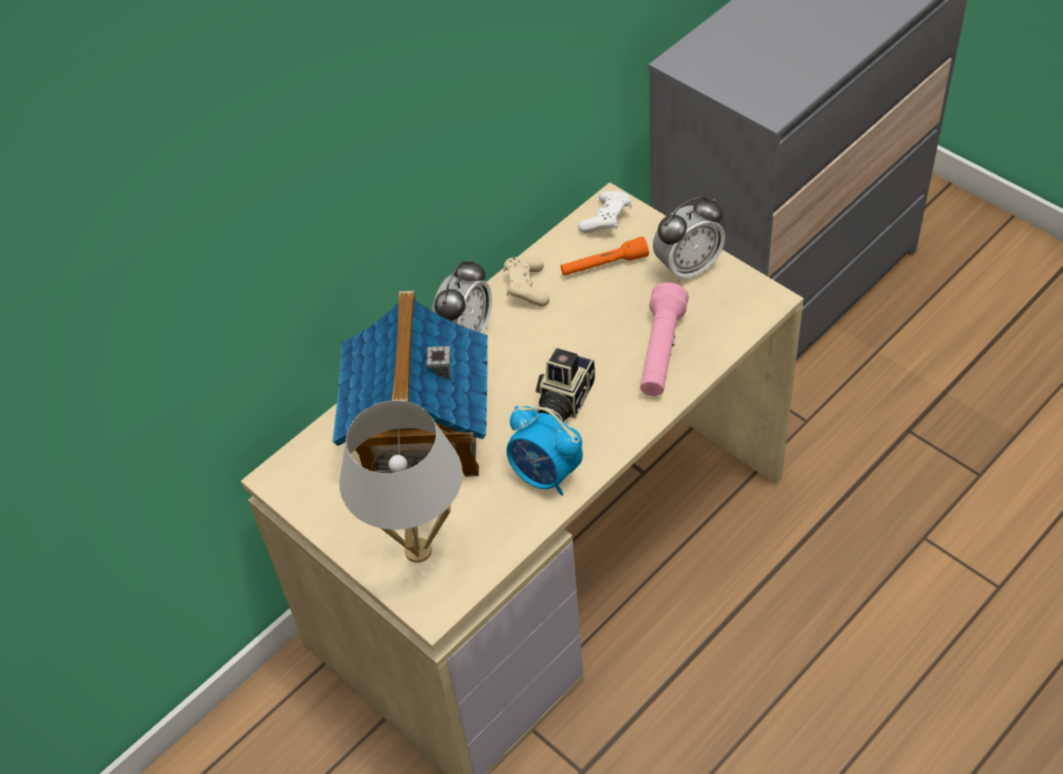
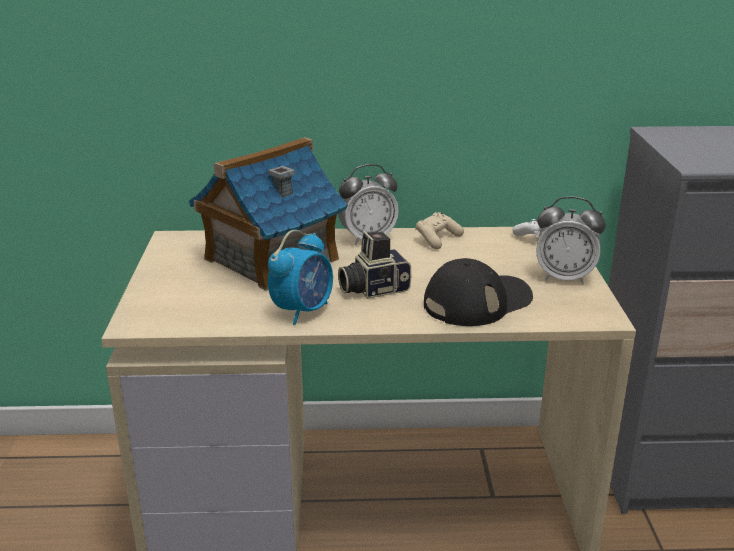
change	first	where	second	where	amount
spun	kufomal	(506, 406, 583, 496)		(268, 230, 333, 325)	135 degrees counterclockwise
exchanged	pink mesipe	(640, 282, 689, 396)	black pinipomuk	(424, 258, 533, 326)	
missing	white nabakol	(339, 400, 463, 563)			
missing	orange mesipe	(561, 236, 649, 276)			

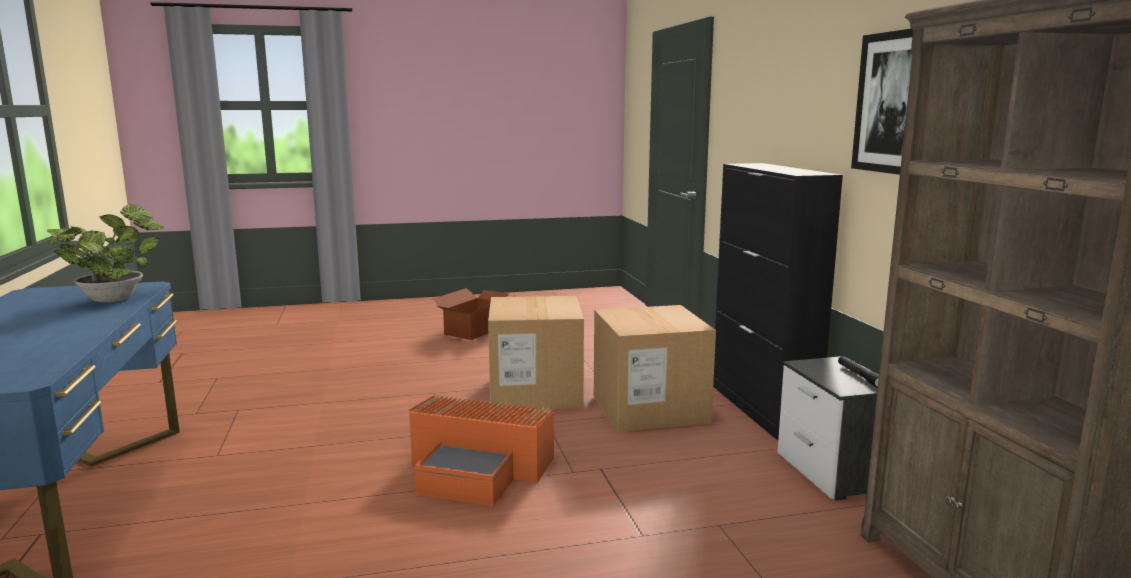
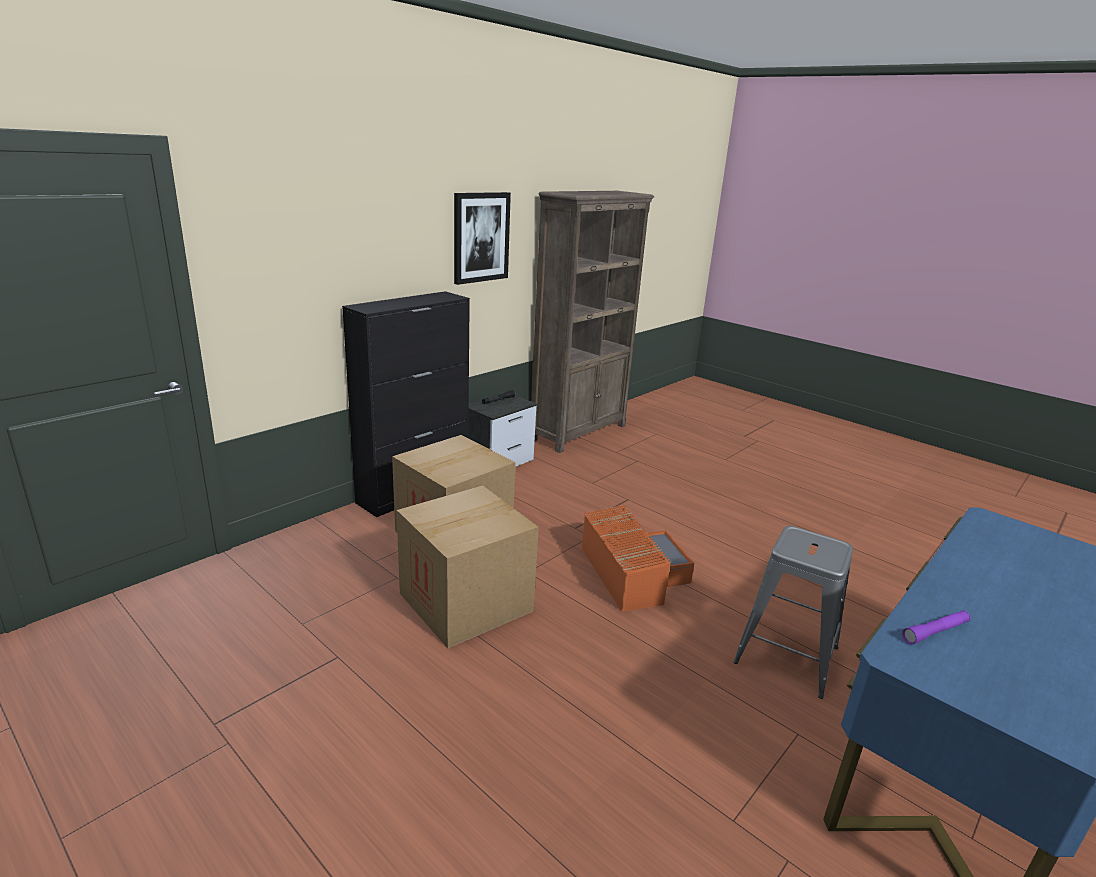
change	first	where	second	where	amount
appeared			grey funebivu	(733, 526, 853, 699)	
exchanged	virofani	(47, 204, 164, 303)	purple mesipe	(902, 610, 970, 644)	
missing	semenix	(432, 288, 514, 340)			

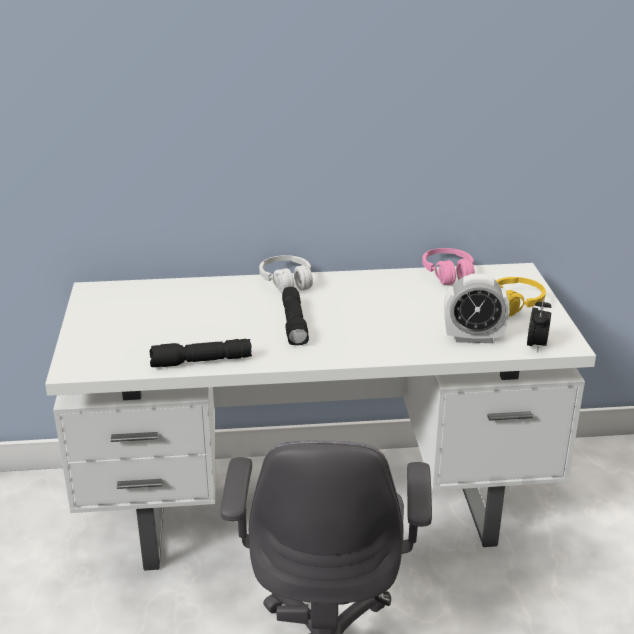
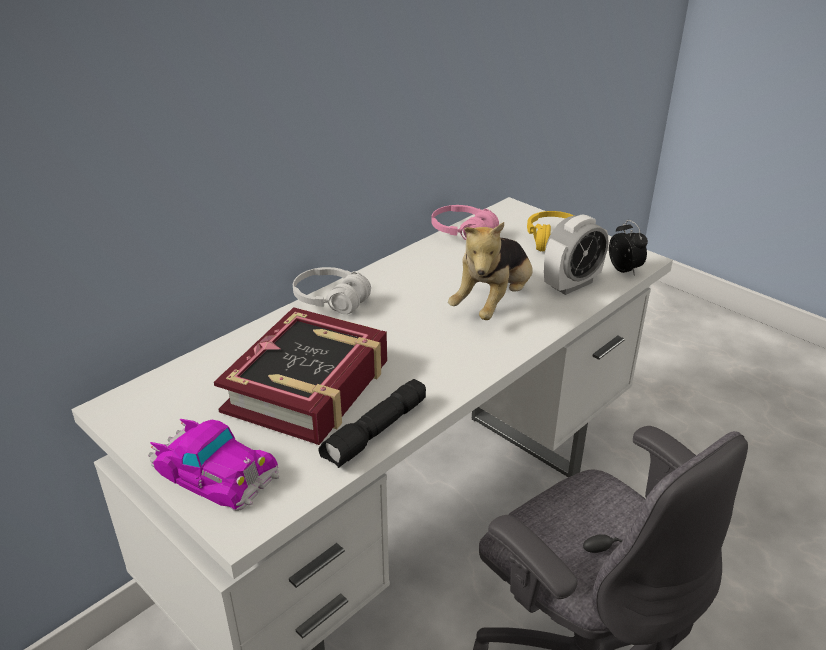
change	first	where	second	where	amount
appeared			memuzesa	(148, 419, 279, 511)	
appeared			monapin	(214, 307, 387, 445)	
appeared			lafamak	(448, 222, 533, 320)	
missing	black mesipe	(282, 287, 309, 345)			

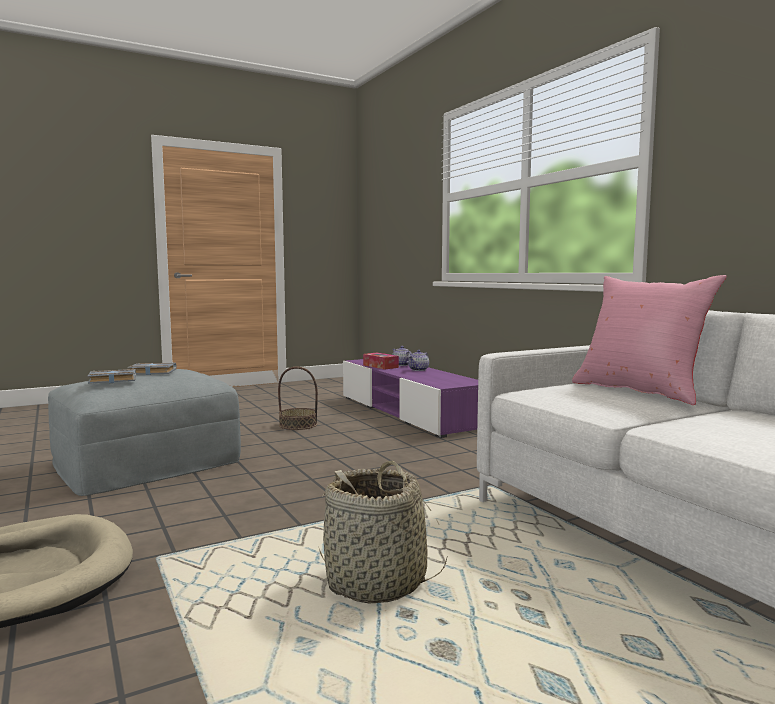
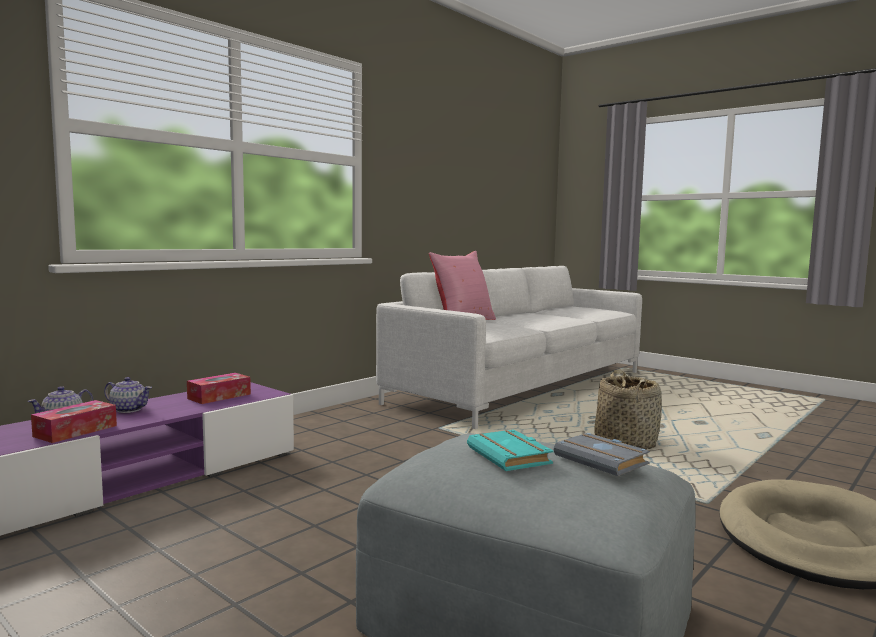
change	first	where	second	where	amount
appeared			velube	(187, 373, 251, 404)	
colour	grey monapin	(127, 363, 176, 375)	turquoise monapin	(467, 430, 554, 471)	
missing	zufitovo	(278, 367, 318, 430)			

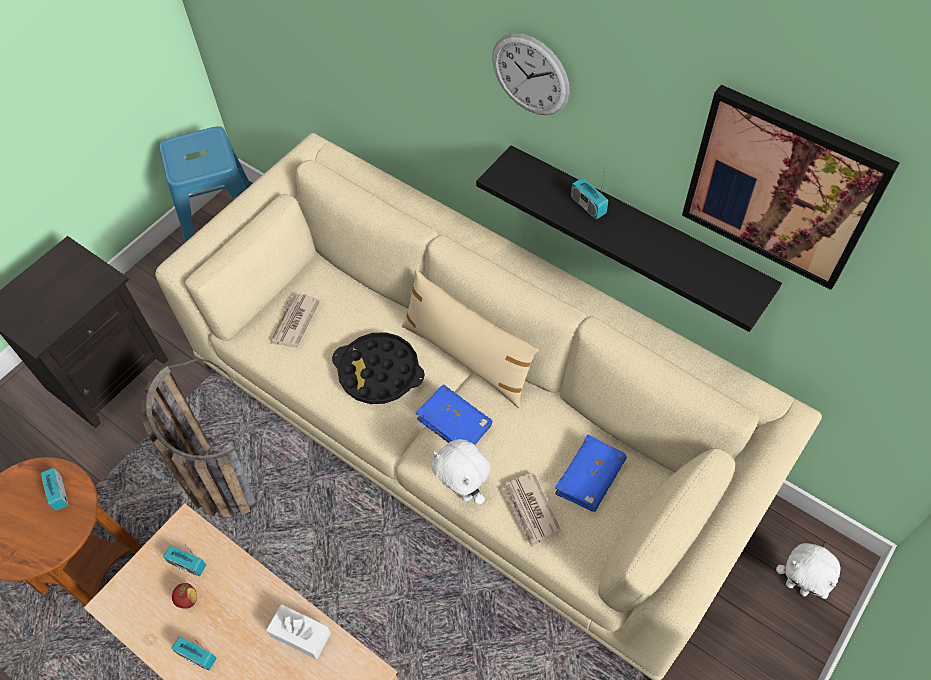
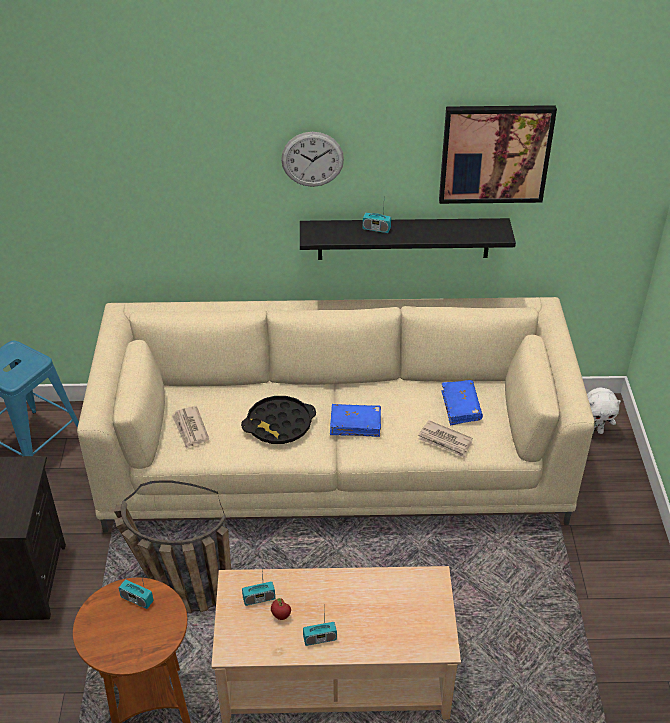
change	first	where	second	where	amount
missing	white velube	(266, 604, 331, 659)			
missing	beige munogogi	(402, 270, 539, 408)			
missing	white lafamak	(431, 439, 490, 505)			

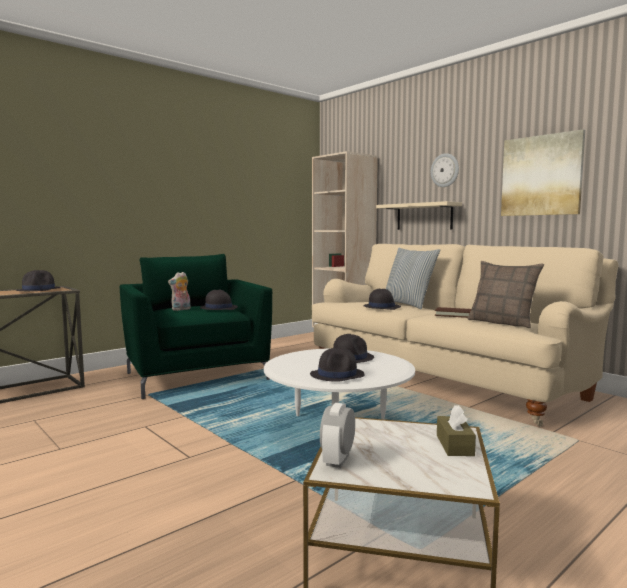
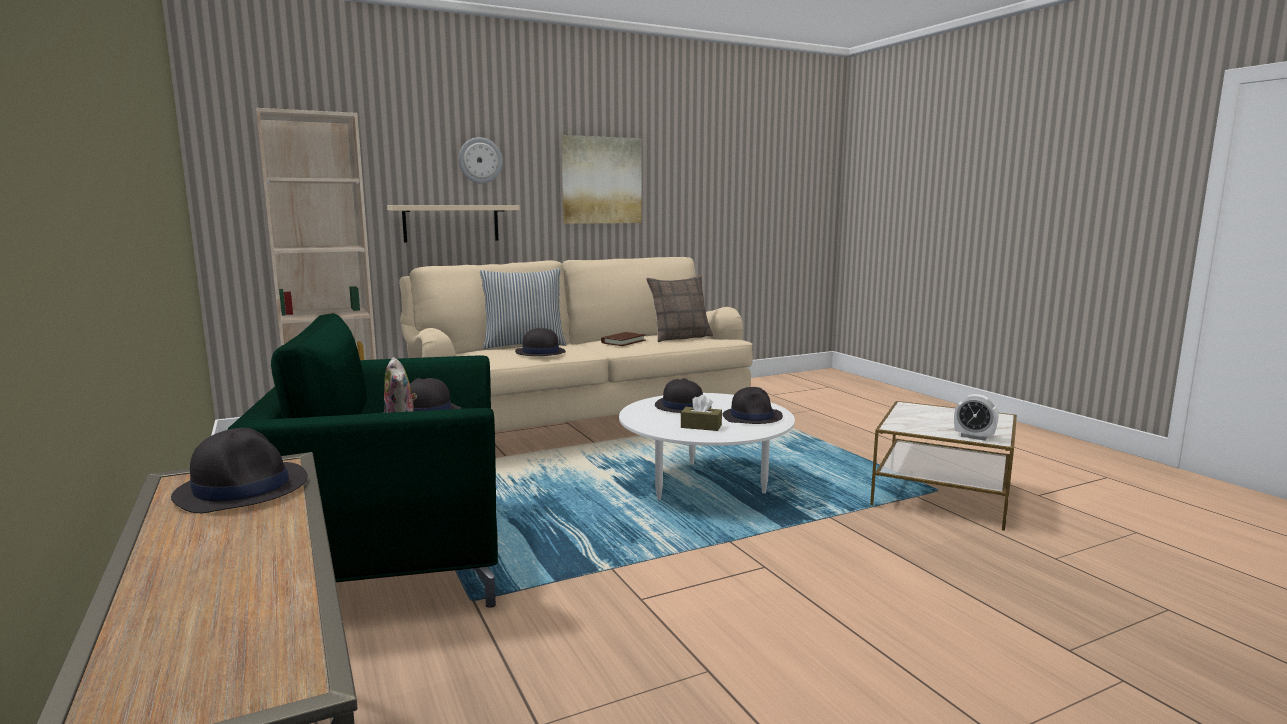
change	first	where	second	where	amount
relocated	brown velube	(437, 405, 476, 456)		(681, 395, 722, 431)	

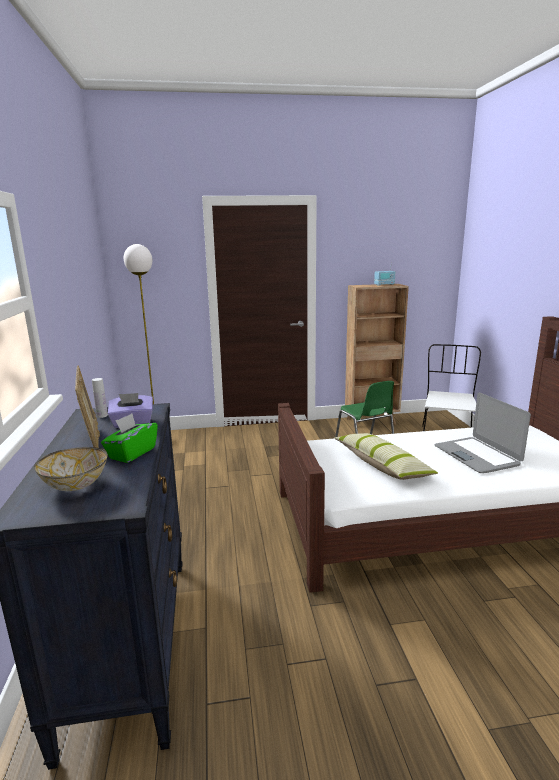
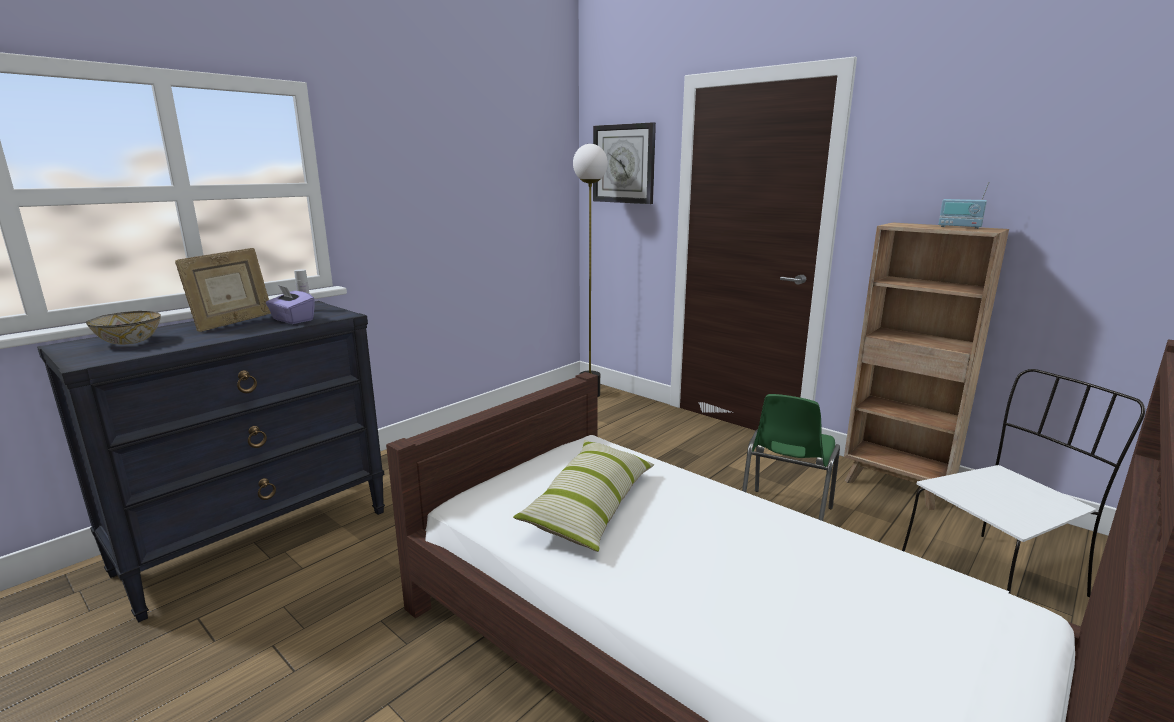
change	first	where	second	where	amount
appeared			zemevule	(593, 122, 656, 204)	
missing	green velube	(101, 414, 158, 463)			
missing	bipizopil	(434, 393, 531, 473)			

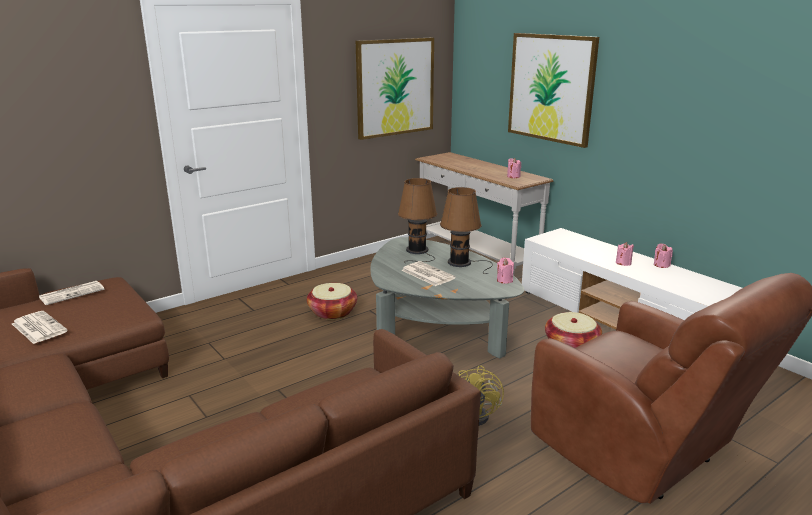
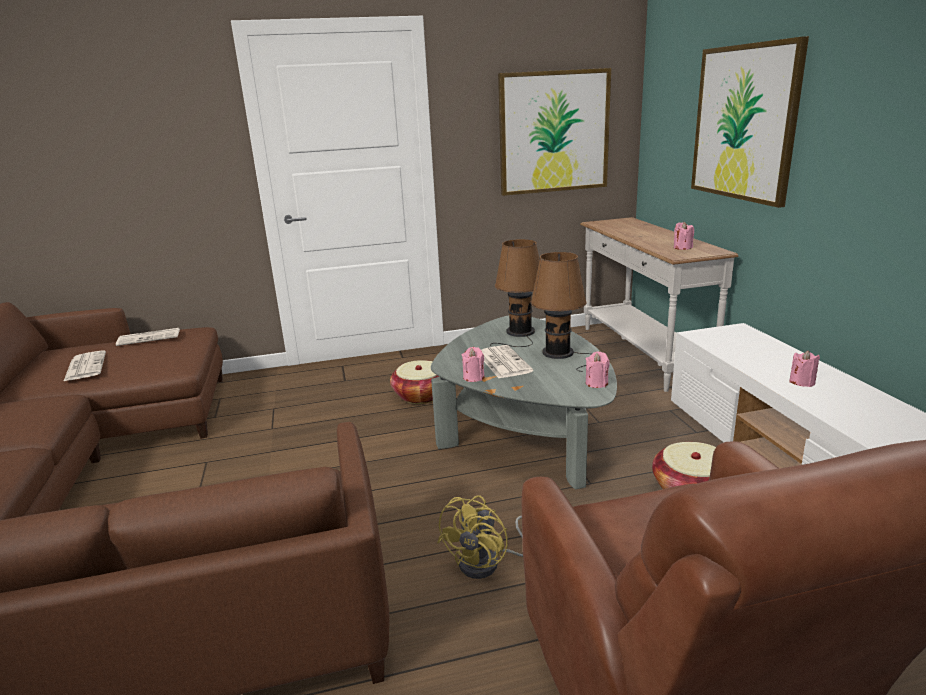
change	first	where	second	where	amount
relocated	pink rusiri	(654, 244, 673, 268)		(462, 347, 485, 382)	

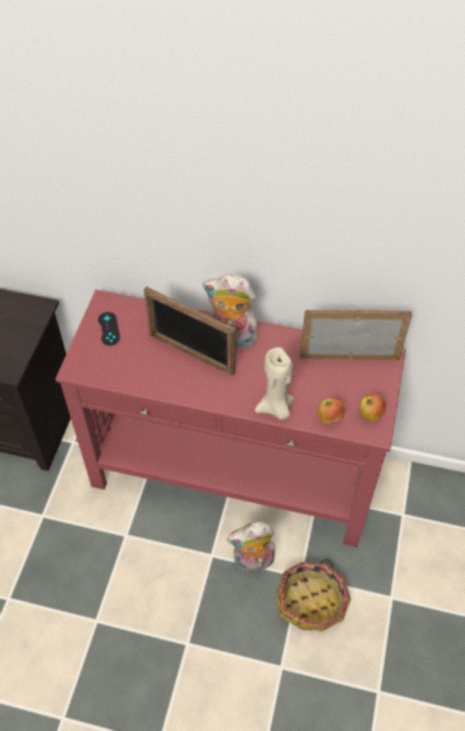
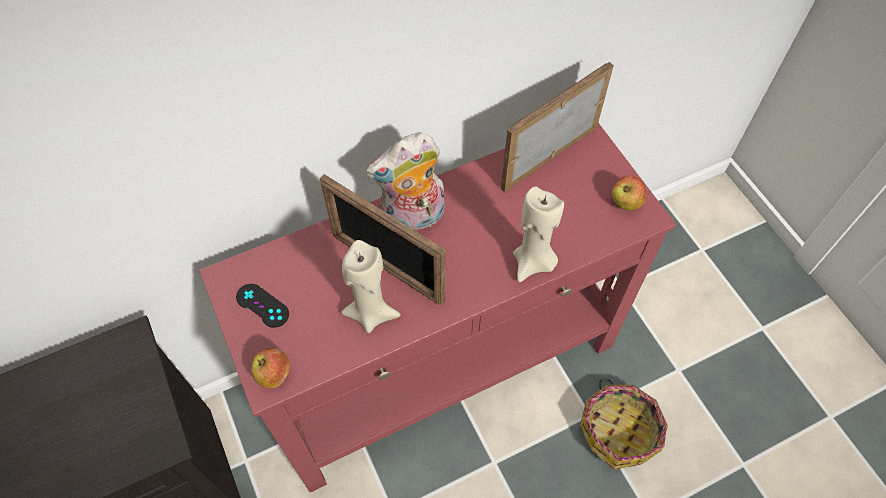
change	first	where	second	where	amount
relocated	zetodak	(318, 398, 345, 424)		(251, 348, 290, 388)	
spun	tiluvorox	(144, 287, 236, 376)		(320, 174, 446, 305)	45 degrees clockwise
appeared			beige rusiri	(341, 240, 401, 333)	
missing	lafamak	(227, 521, 275, 571)			

